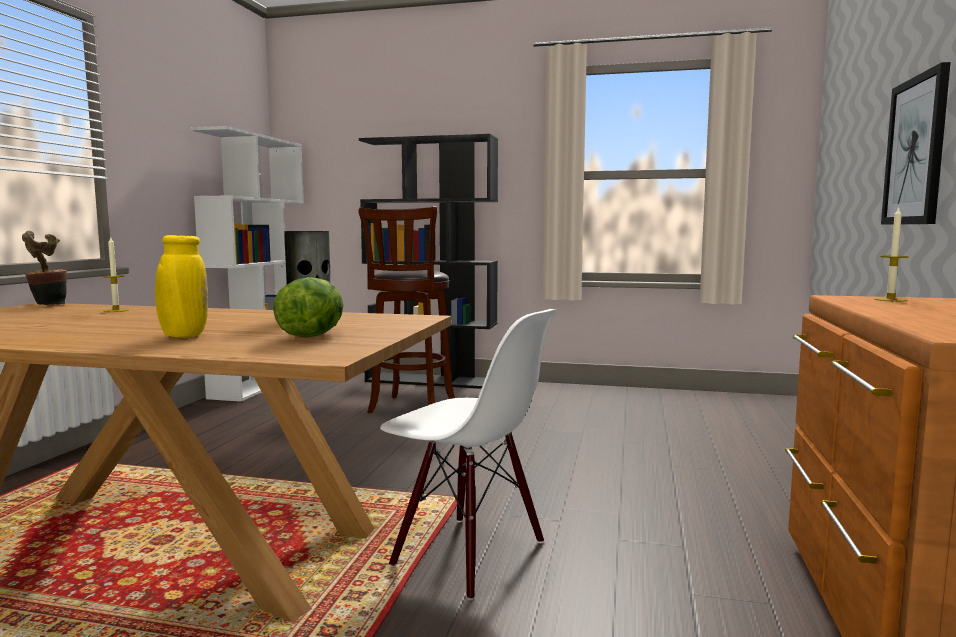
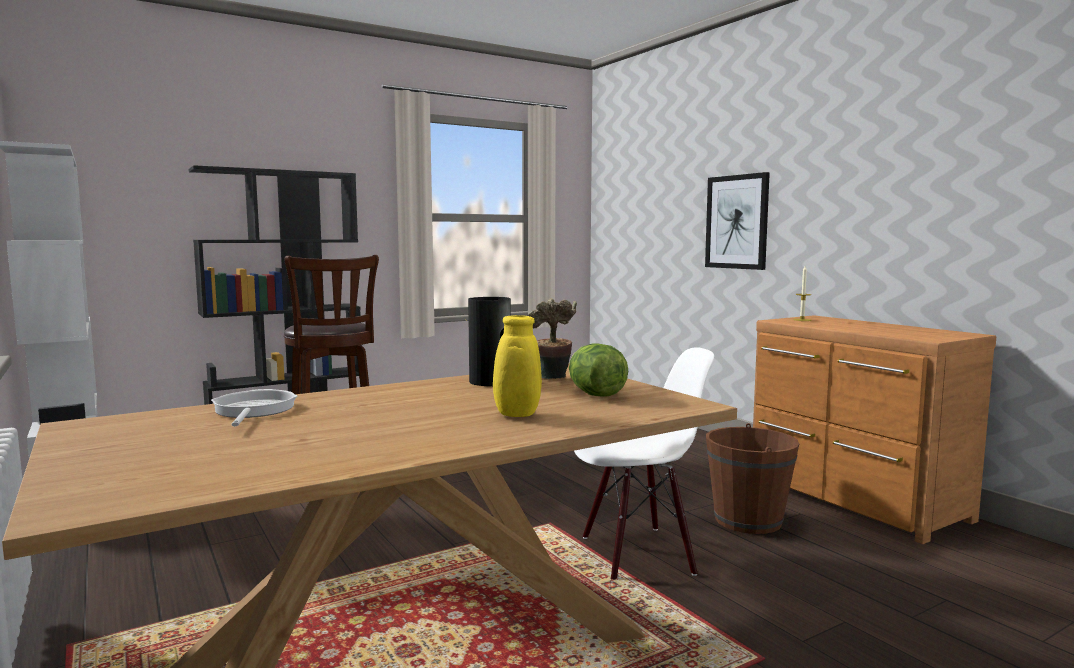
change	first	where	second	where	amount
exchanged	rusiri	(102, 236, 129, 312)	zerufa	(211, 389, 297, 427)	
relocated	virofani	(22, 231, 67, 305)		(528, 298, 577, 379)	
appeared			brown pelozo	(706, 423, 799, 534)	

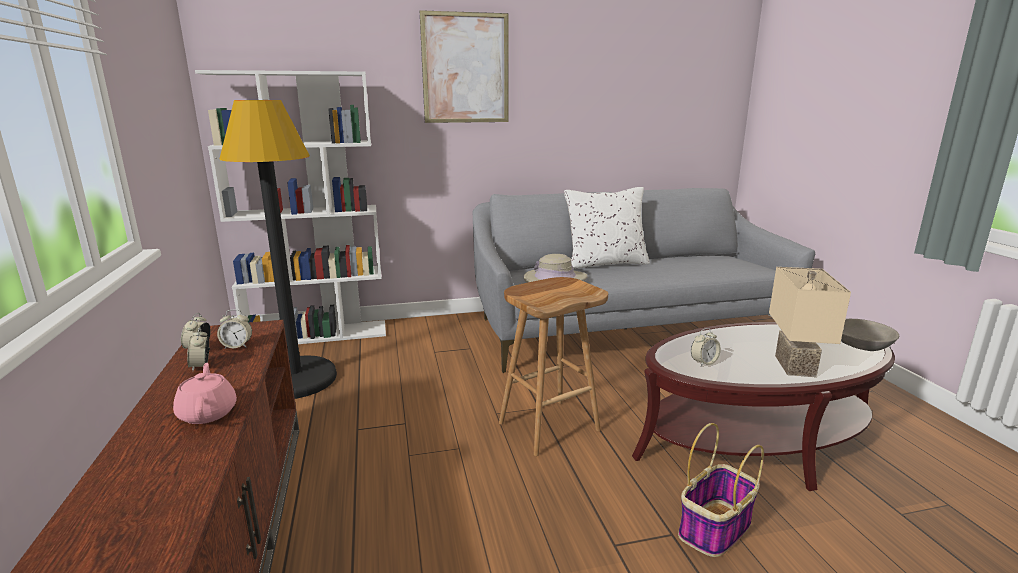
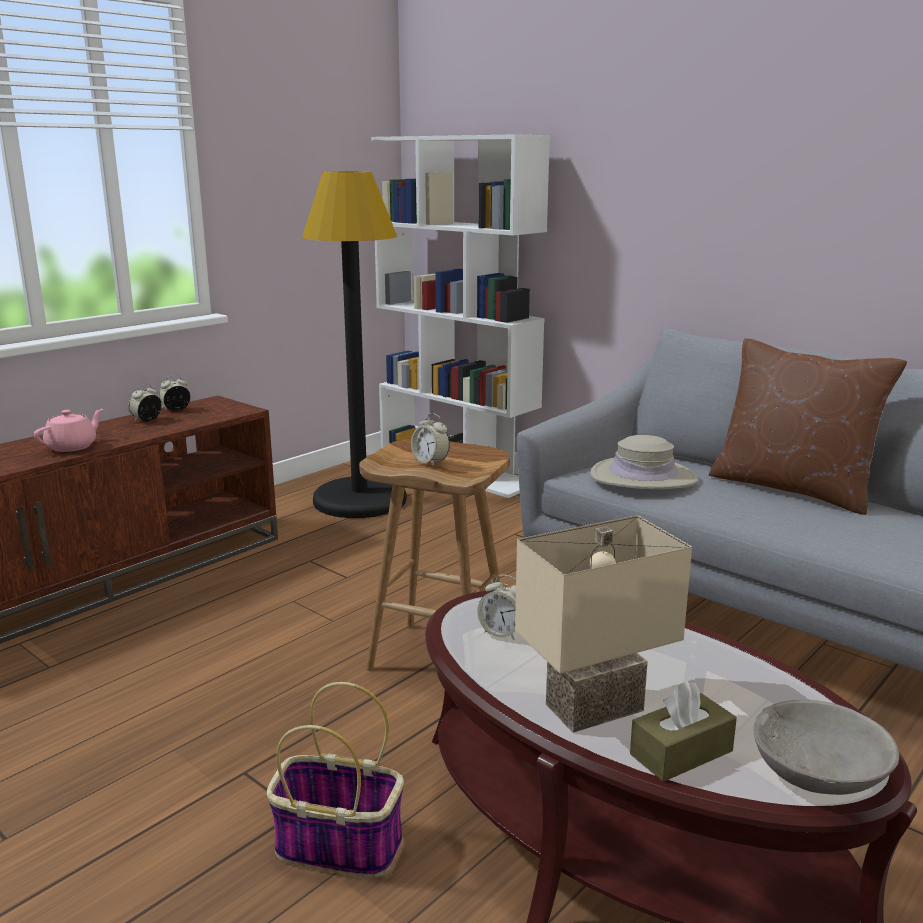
change	first	where	second	where	amount
relocated	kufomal	(217, 309, 252, 349)		(411, 413, 450, 467)	
appeared			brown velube	(630, 681, 737, 782)	
colour	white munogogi	(564, 187, 650, 269)	brown munogogi	(709, 338, 907, 515)	
missing	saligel	(420, 10, 509, 123)			

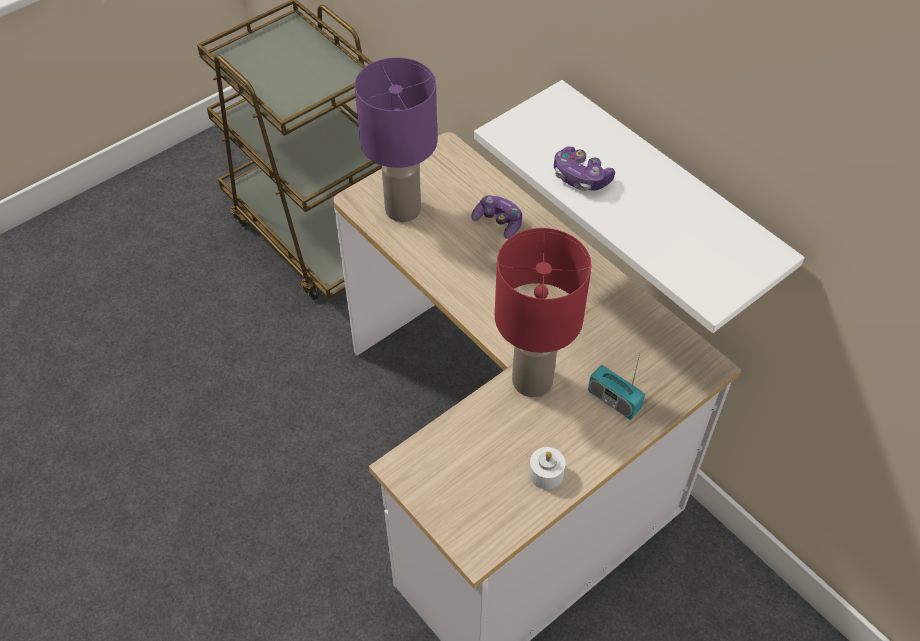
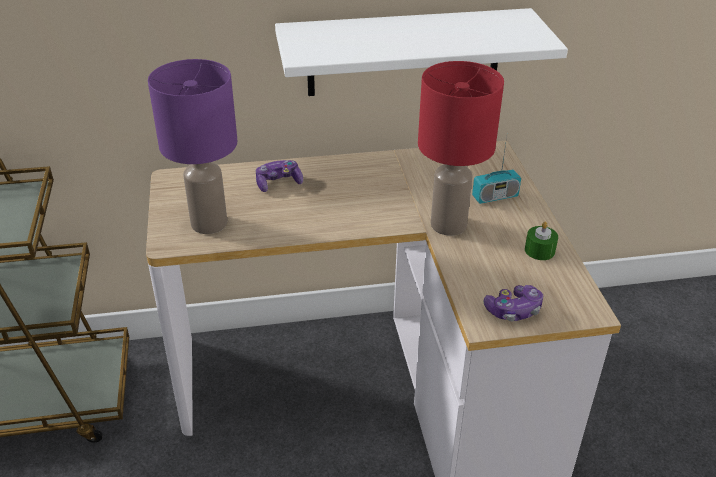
change	first	where	second	where	amount
relocated	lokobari	(554, 146, 615, 191)		(484, 285, 543, 321)	
colour	white rusiri	(529, 447, 565, 489)	green rusiri	(525, 222, 558, 260)	

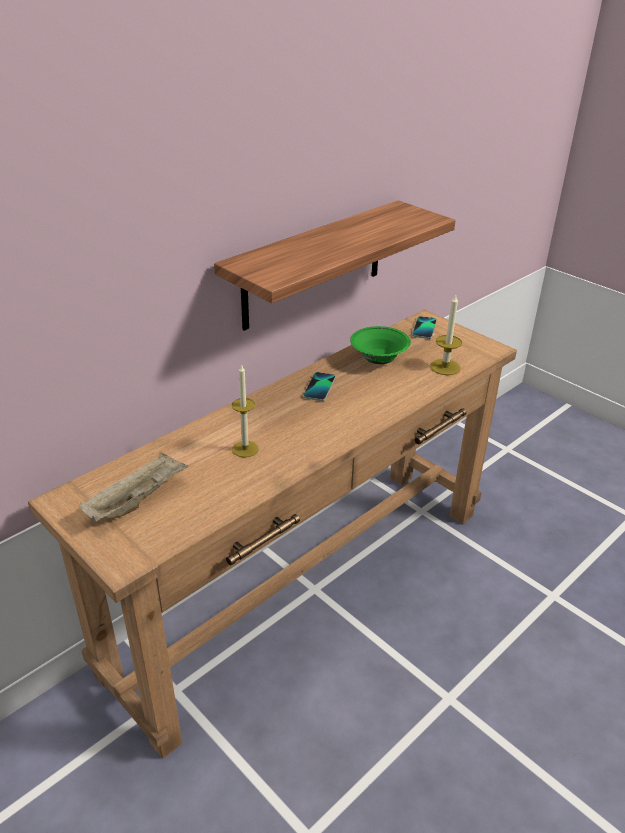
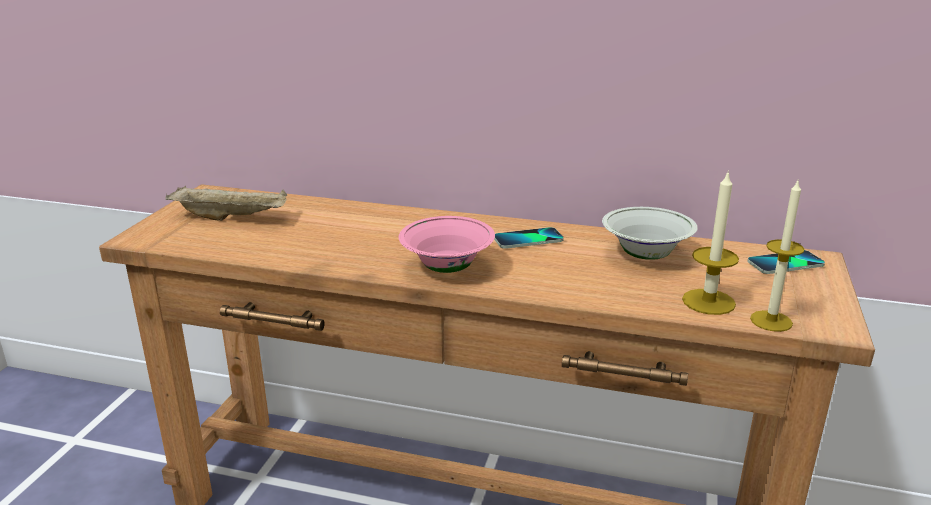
change	first	where	second	where	amount
appeared			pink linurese	(399, 216, 495, 273)	
colour	green linurese	(350, 326, 411, 364)	white linurese	(602, 207, 698, 260)	
relocated	rusiri	(232, 364, 259, 458)		(750, 181, 804, 332)	
missing	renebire	(214, 200, 456, 331)			

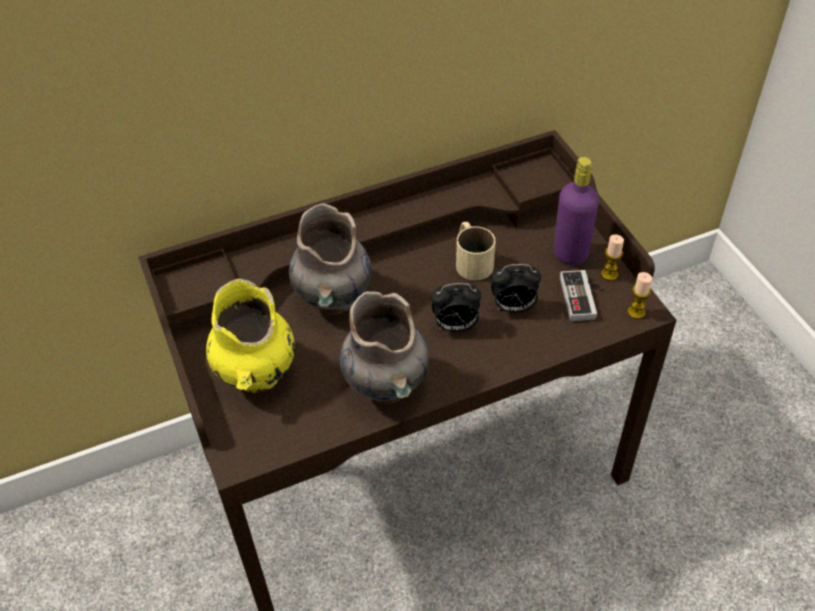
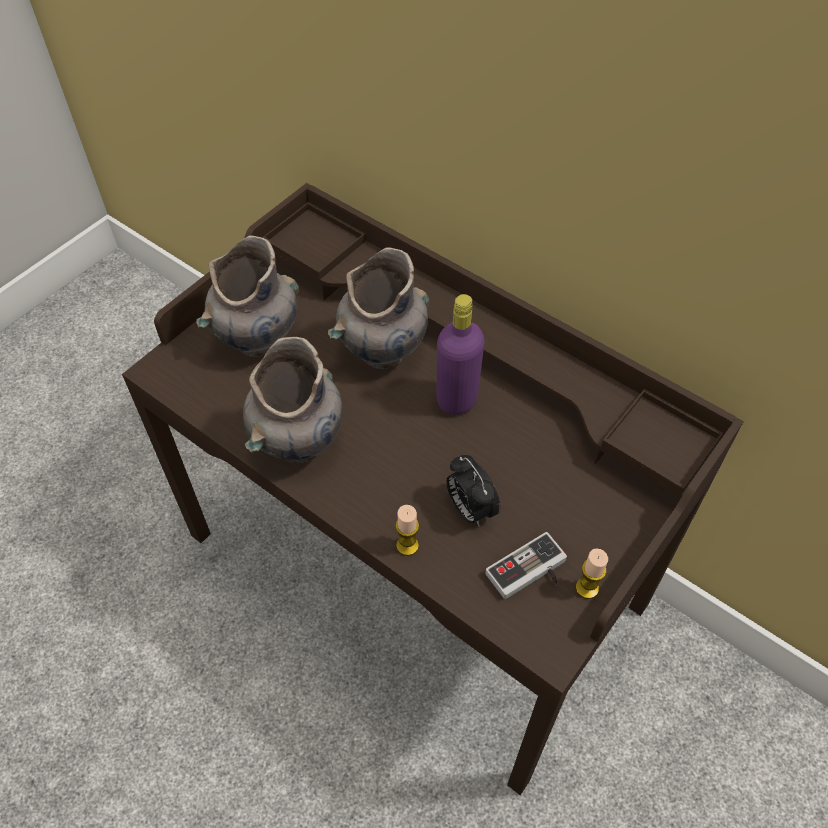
change	first	where	second	where	amount
colour	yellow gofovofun	(206, 278, 295, 393)	grey gofovofun	(196, 236, 299, 357)	
relocated	rusiri	(627, 272, 652, 319)		(395, 505, 419, 556)	
relocated	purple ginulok	(554, 157, 599, 265)		(436, 294, 484, 415)	
missing	kufomal	(431, 283, 481, 332)			
missing	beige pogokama	(456, 222, 495, 280)			

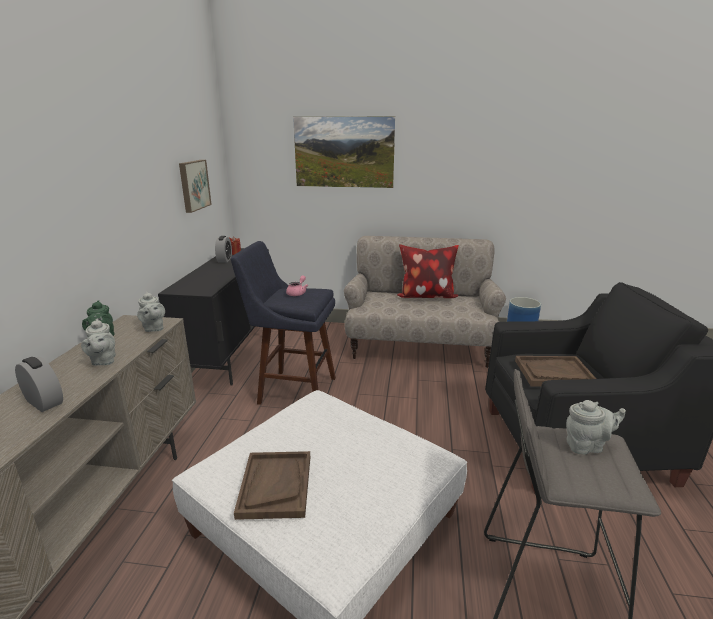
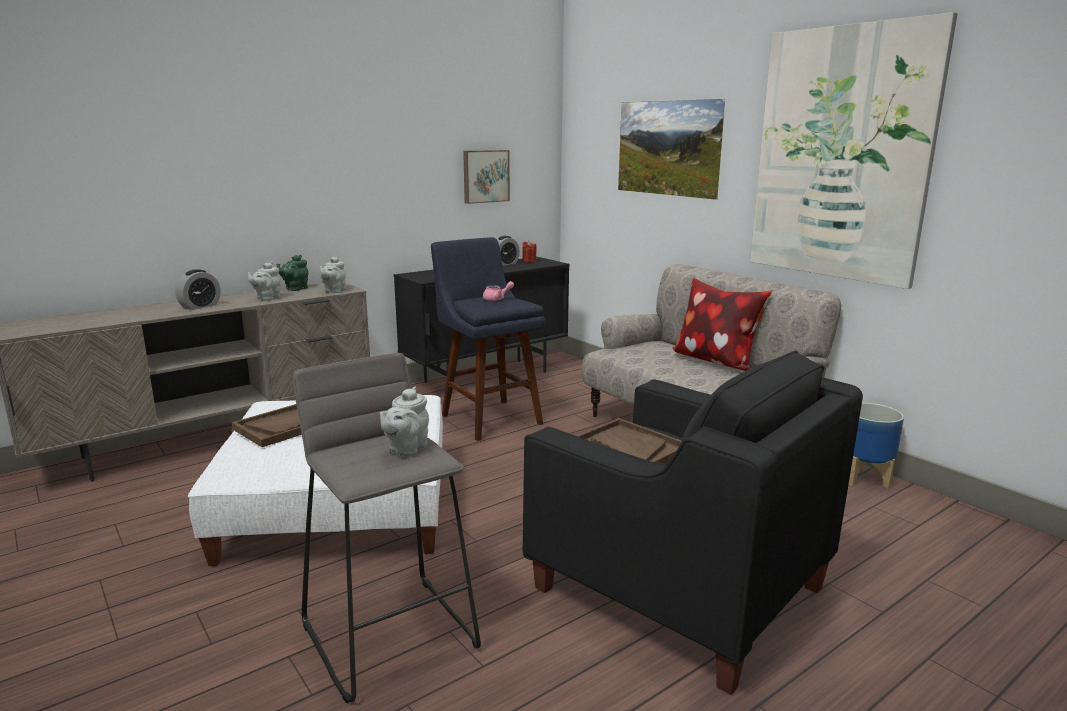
change	first	where	second	where	amount
spun	kufomal	(15, 357, 63, 412)		(175, 269, 221, 310)	45 degrees clockwise
spun	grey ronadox	(566, 400, 626, 455)		(379, 387, 429, 457)	75 degrees clockwise
appeared			saligel	(750, 12, 958, 289)	

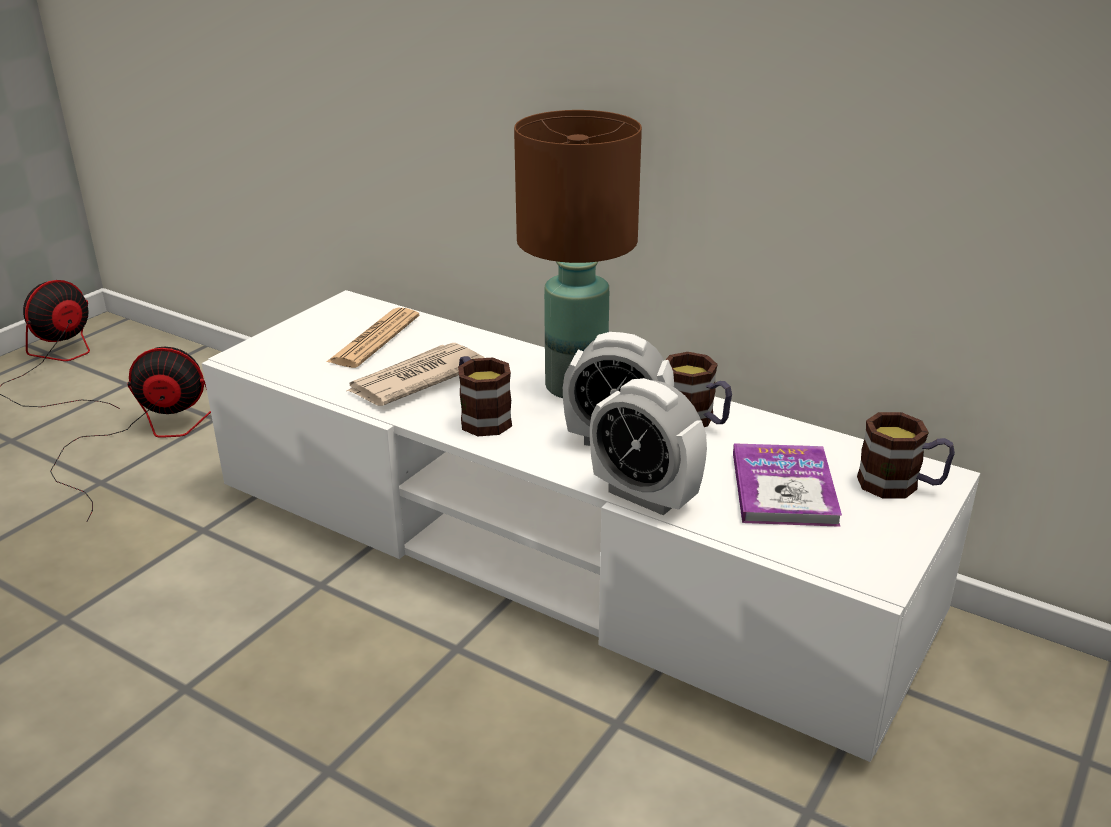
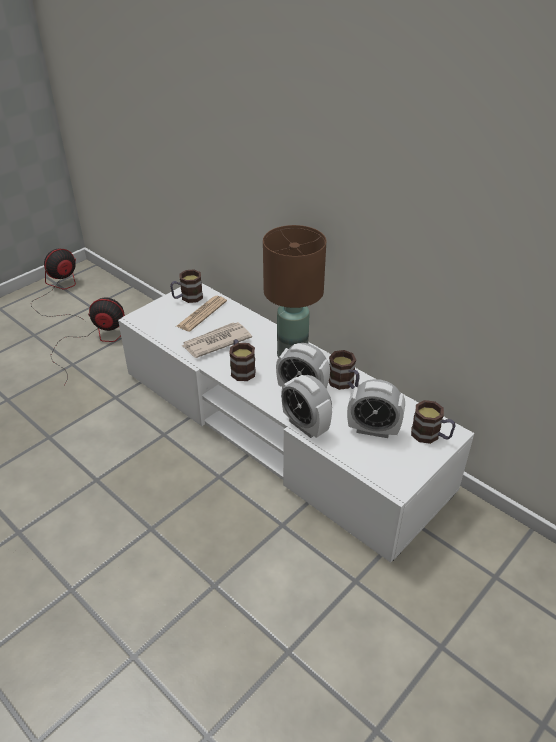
change	first	where	second	where	amount
appeared			pogokama	(170, 270, 203, 303)	
exchanged	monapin	(733, 443, 842, 527)	kufomal	(347, 379, 405, 438)	

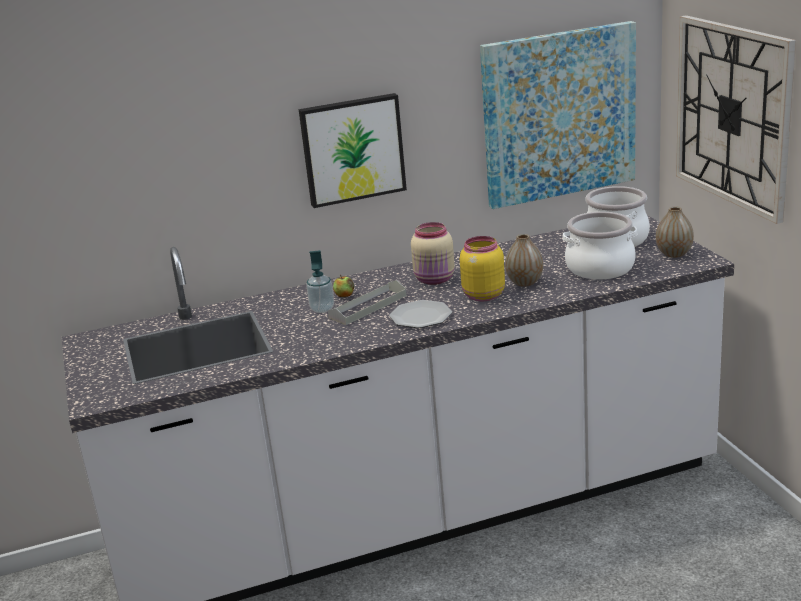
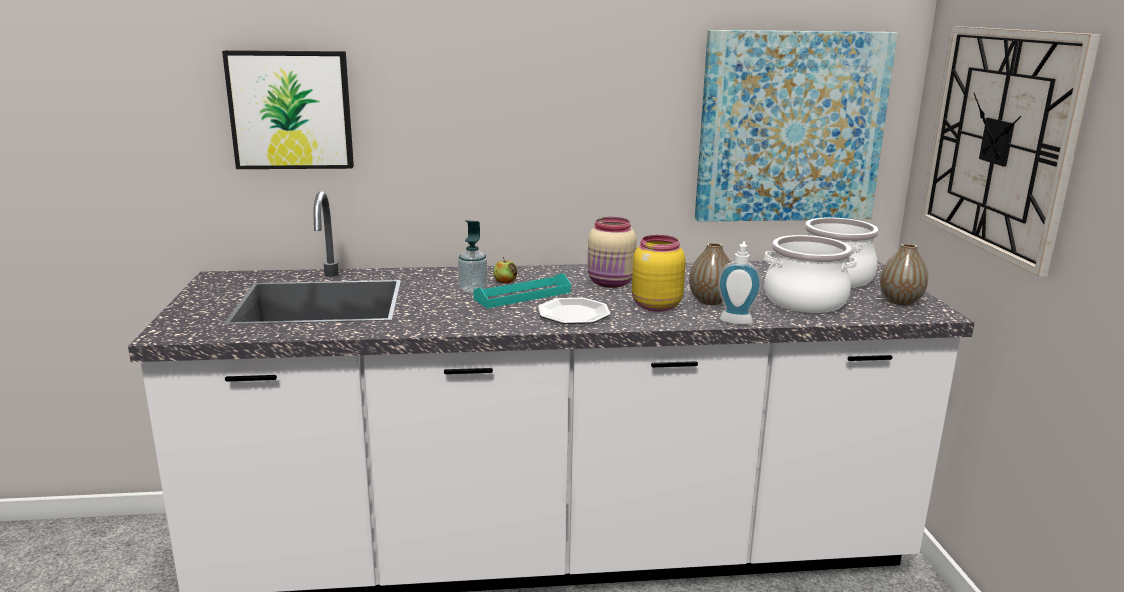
change	first	where	second	where	amount
relocated	saligel	(299, 93, 407, 208)		(222, 50, 354, 169)	
colour	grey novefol	(328, 280, 407, 325)	turquoise novefol	(473, 273, 571, 308)	
appeared			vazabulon	(718, 241, 762, 325)	

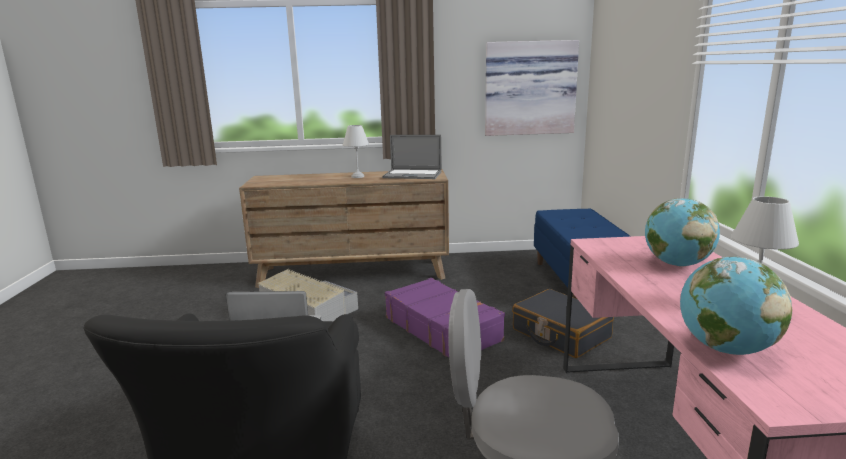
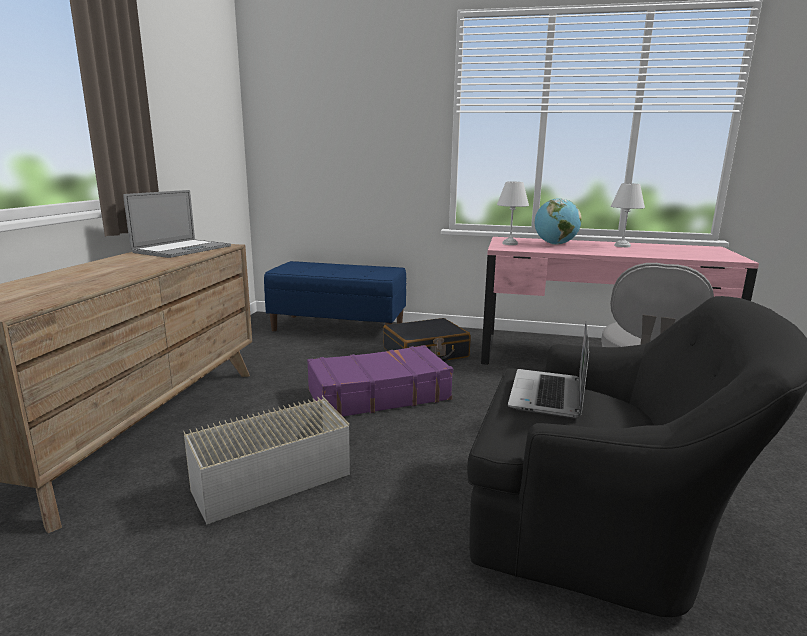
change	first	where	second	where	amount
relocated	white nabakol	(343, 125, 369, 178)		(497, 182, 529, 245)	
missing	saligel	(485, 40, 579, 136)			
missing	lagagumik	(680, 257, 792, 355)			

